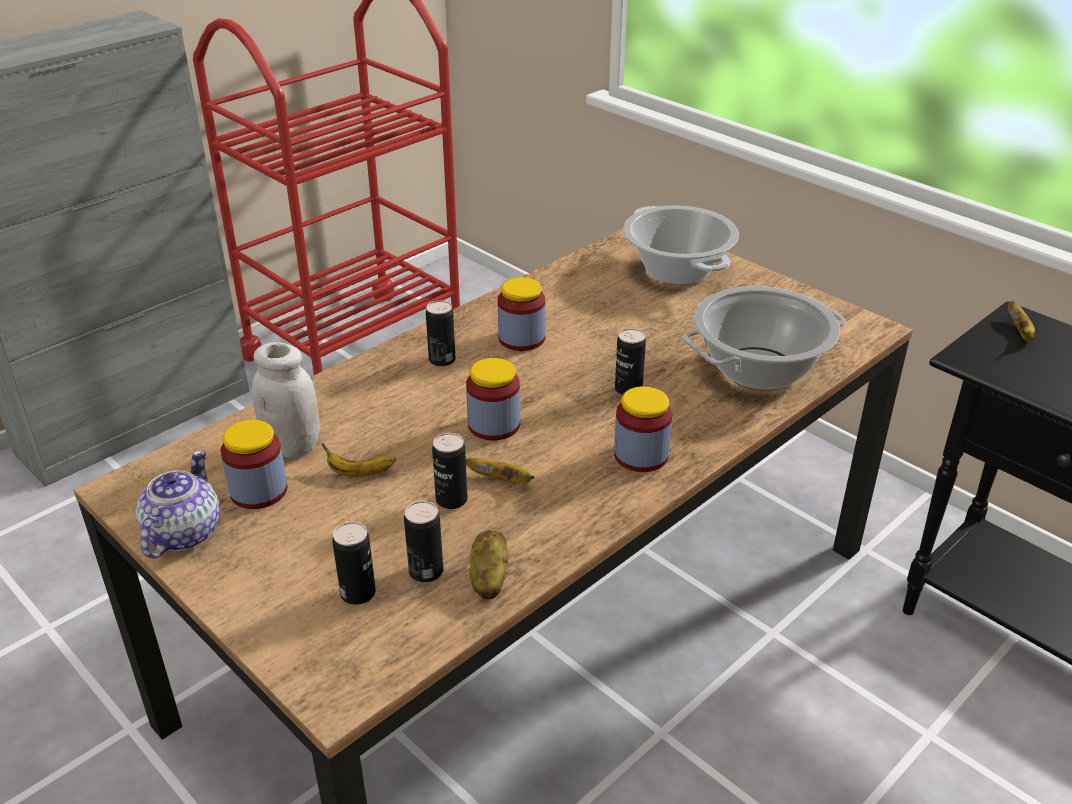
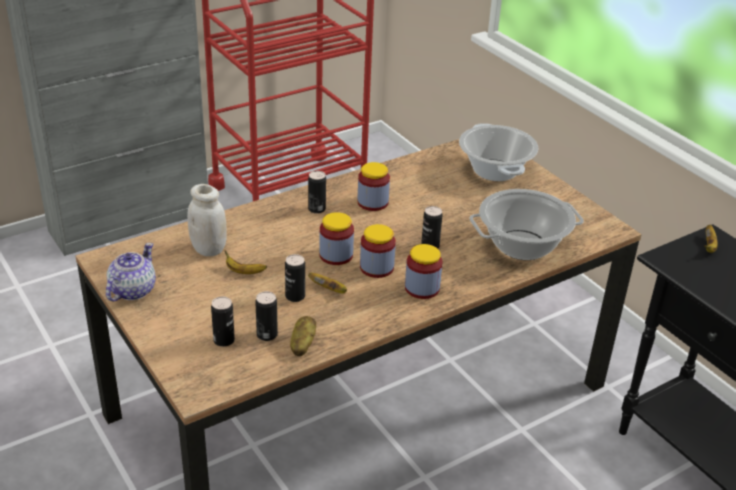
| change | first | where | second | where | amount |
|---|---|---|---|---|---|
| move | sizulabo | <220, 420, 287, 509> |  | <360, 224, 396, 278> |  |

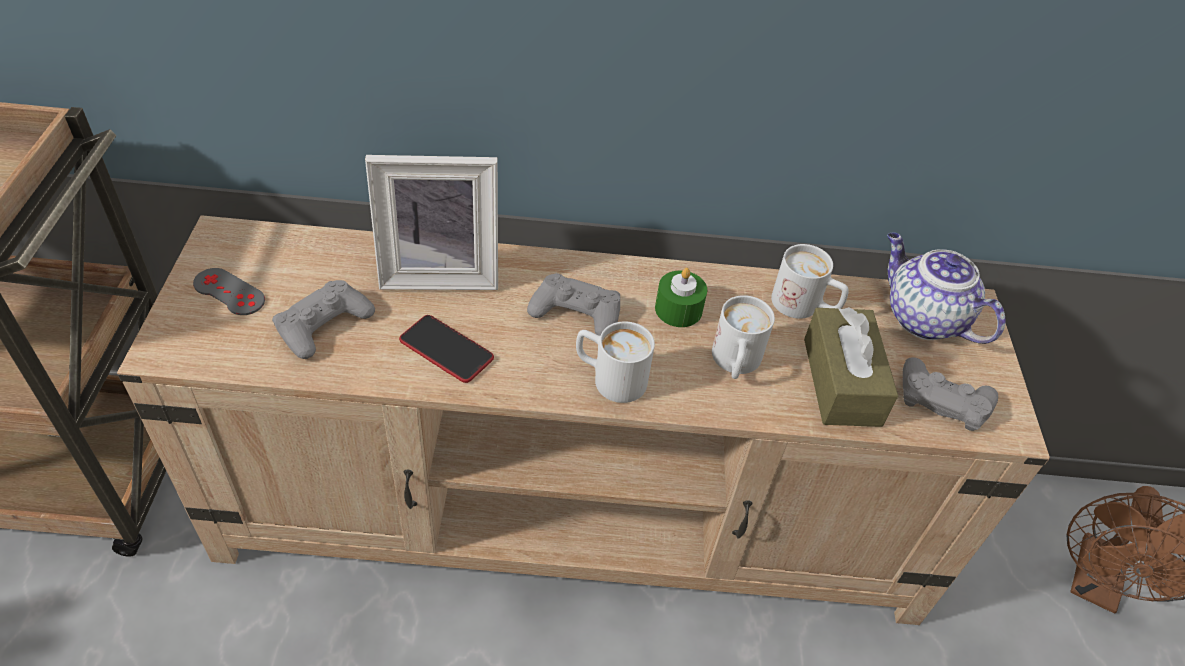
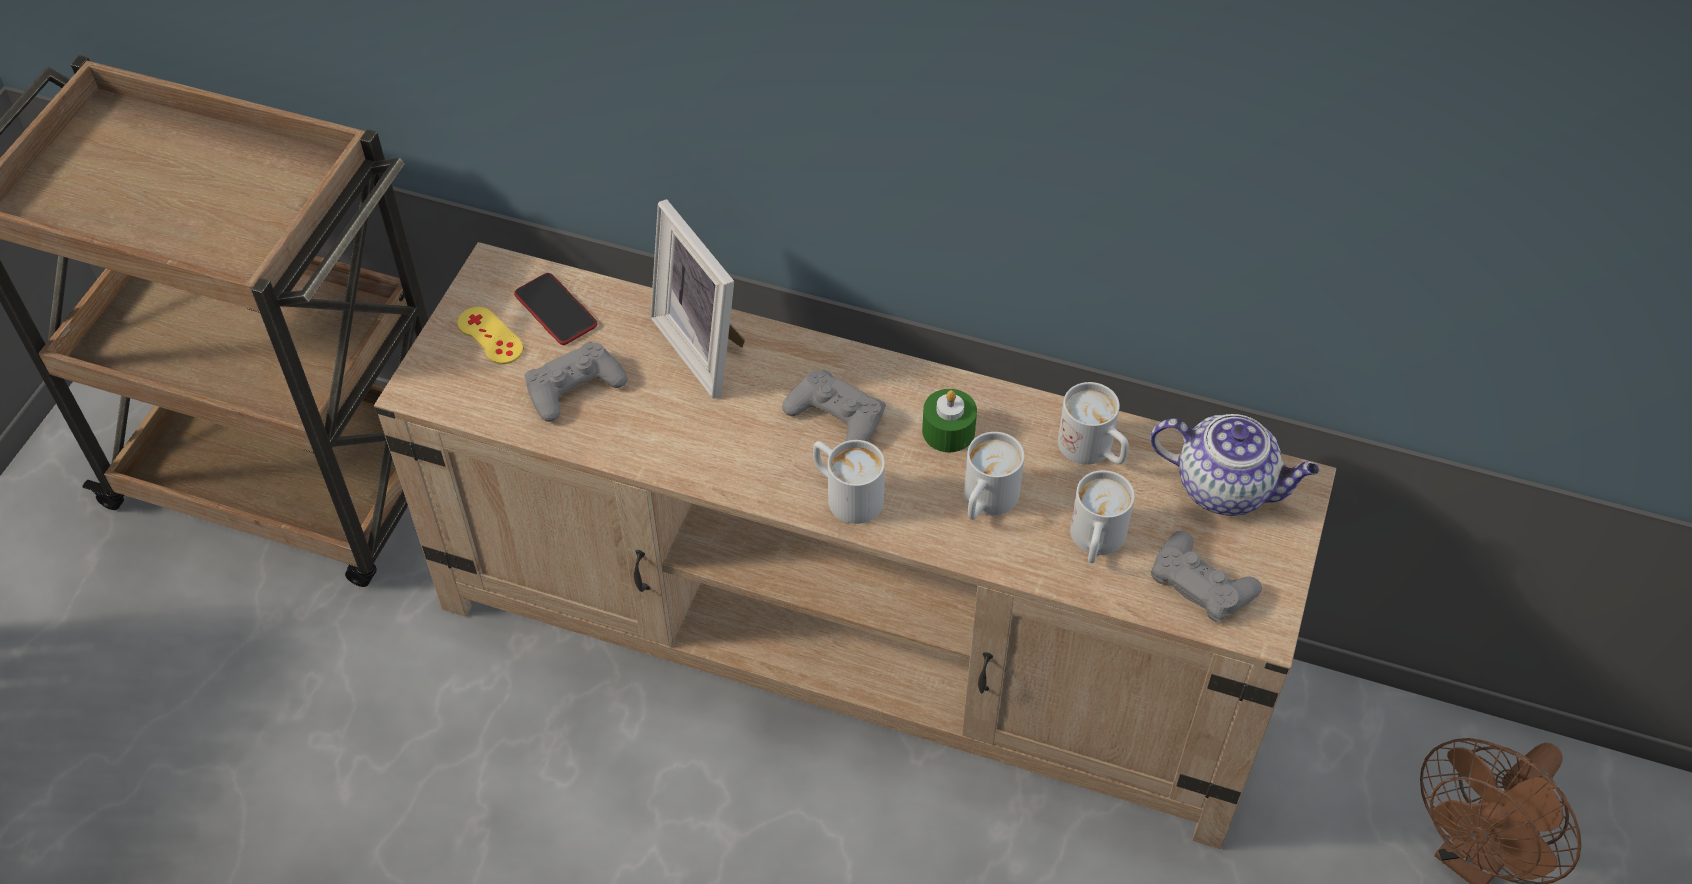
| change | first | where | second | where | amount |
|---|---|---|---|---|---|
| move | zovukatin | <399, 315, 494, 383> |  | <514, 273, 598, 345> |  |
| replace | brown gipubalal | <804, 307, 898, 427> | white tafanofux | <1070, 470, 1135, 563> |  |
| recolor | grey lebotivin | <193, 268, 265, 315> | yellow lebotivin | <457, 307, 524, 364> |  |
| rotate | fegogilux | <365, 155, 498, 290> |  | <651, 199, 745, 398> | 45 degrees clockwise |
| rotate | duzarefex | <887, 232, 1005, 344> |  | <1150, 414, 1320, 516> | 135 degrees clockwise |

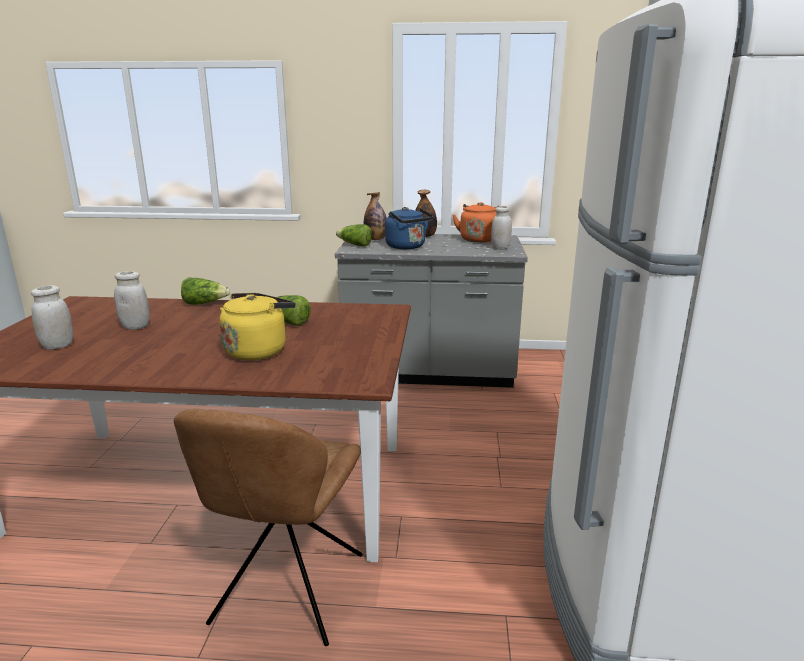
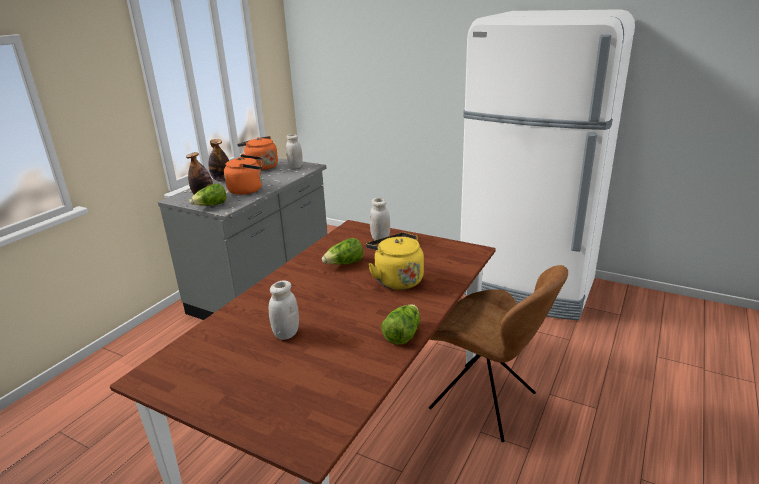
| change | first | where | second | where | amount |
|---|---|---|---|---|---|
| move | white sizulabo | <31, 285, 73, 350> |  | <370, 198, 390, 240> |  |
| move | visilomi | <181, 277, 230, 305> |  | <381, 304, 420, 345> |  |
| recolor | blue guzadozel | <385, 207, 433, 249> | orange guzadozel | <224, 155, 262, 195> |  |

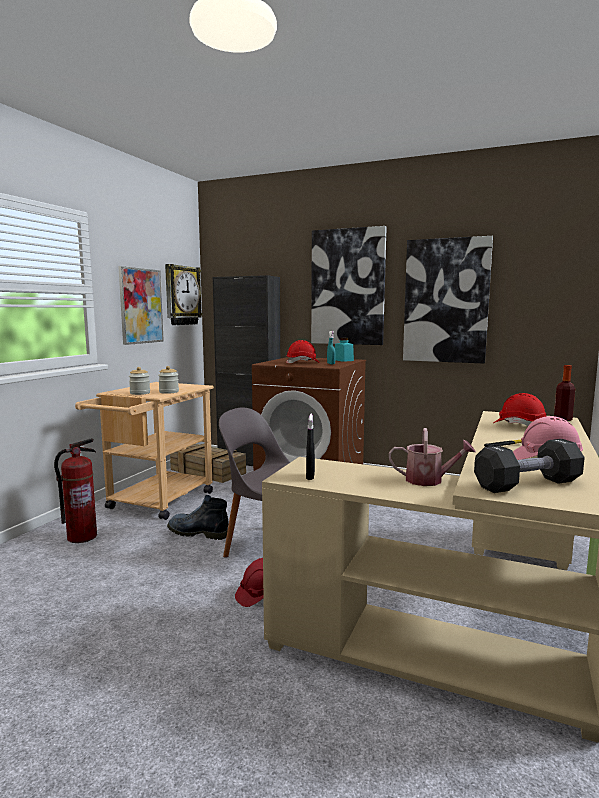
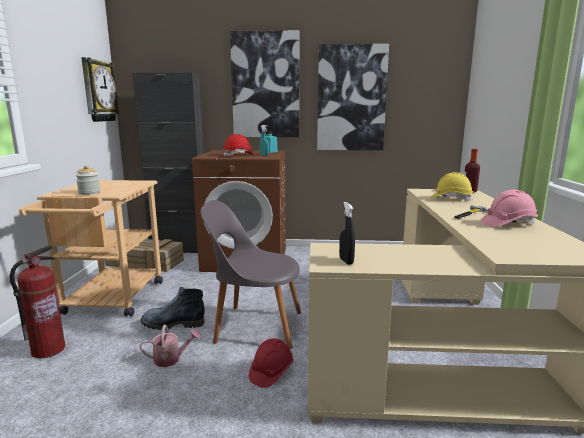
| change | first | where | second | where | amount |
|---|---|---|---|---|---|
| delete | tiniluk | <118, 266, 164, 345> |  |  |  |
| delete | sizulabo | <158, 366, 179, 394> |  |  |  |
| delete | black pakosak | <474, 439, 585, 493> |  |  |  |
| move | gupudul | <389, 428, 476, 486> |  | <140, 325, 200, 367> |  |
| recolor | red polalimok | <494, 393, 547, 426> | yellow polalimok | <430, 172, 473, 201> |  |

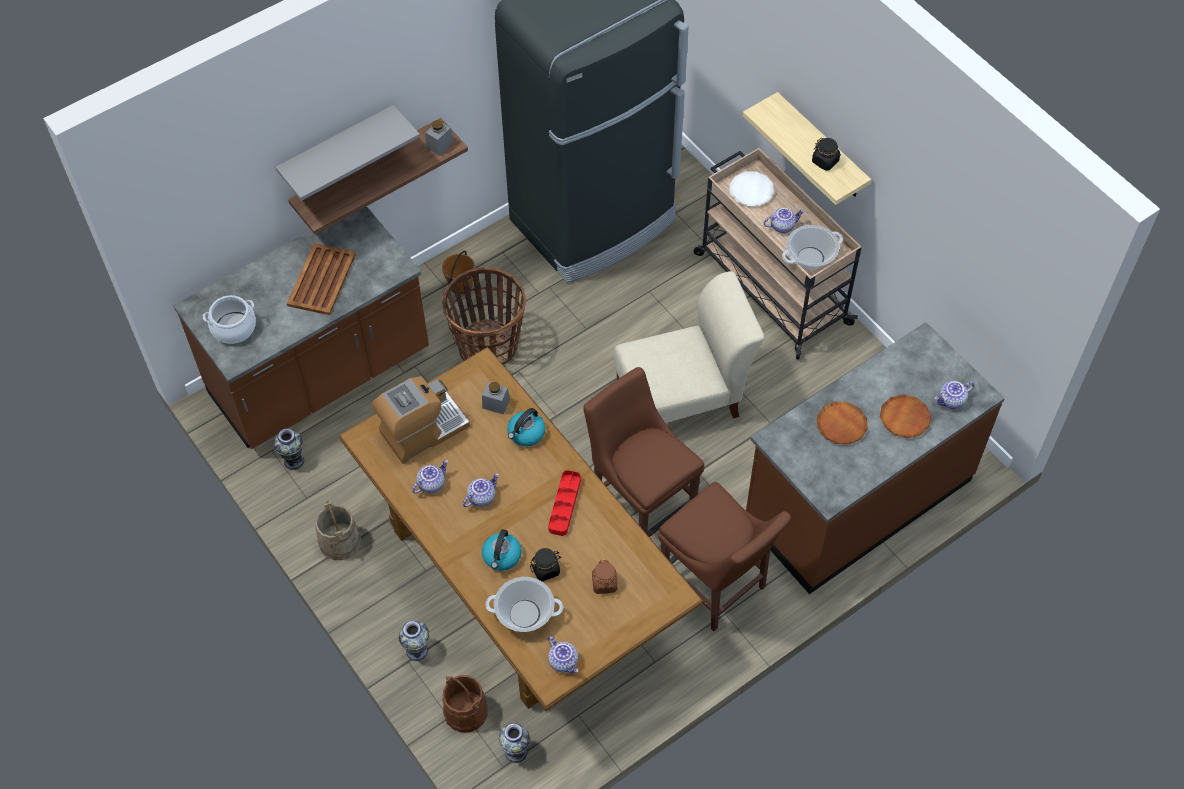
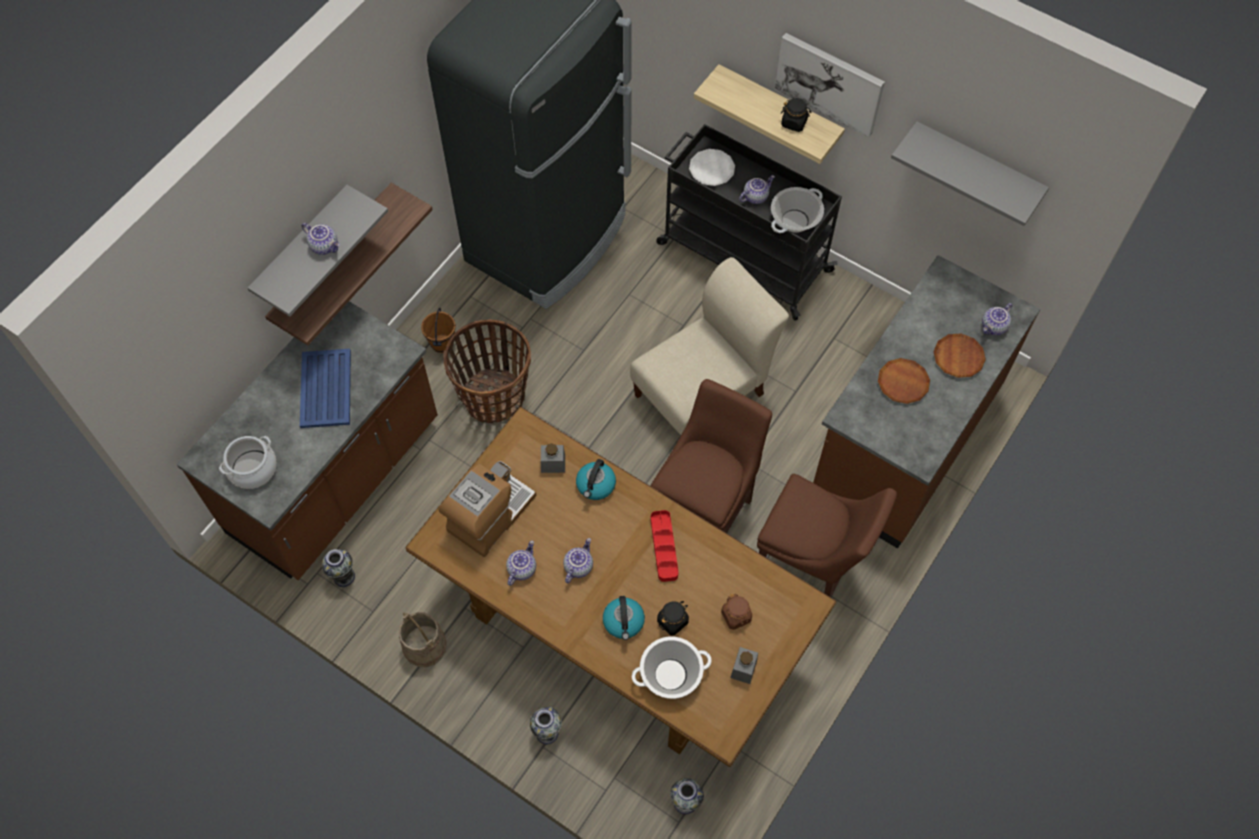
| change | first | where | second | where | amount |
|---|---|---|---|---|---|
| delete | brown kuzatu | <442, 675, 488, 732> |  |  |  |
| insert |  |  | tiniluk | <775, 33, 885, 137> |  |
| insert |  |  | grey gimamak | <891, 121, 1049, 226> |  |
| move | grey sizulabo | <425, 120, 454, 156> |  | <730, 647, 758, 684> |  |
| move | duzarefex | <548, 636, 578, 674> |  | <302, 223, 340, 255> |  |
| recolor | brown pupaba | <287, 243, 356, 315> | blue pupaba | <300, 349, 351, 428> |  |
| recolor | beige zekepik | <694, 148, 862, 359> | black zekepik | <656, 124, 842, 321> |  |
| rotate | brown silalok | <583, 367, 704, 537> |  | <651, 379, 772, 533> | 90 degrees clockwise |

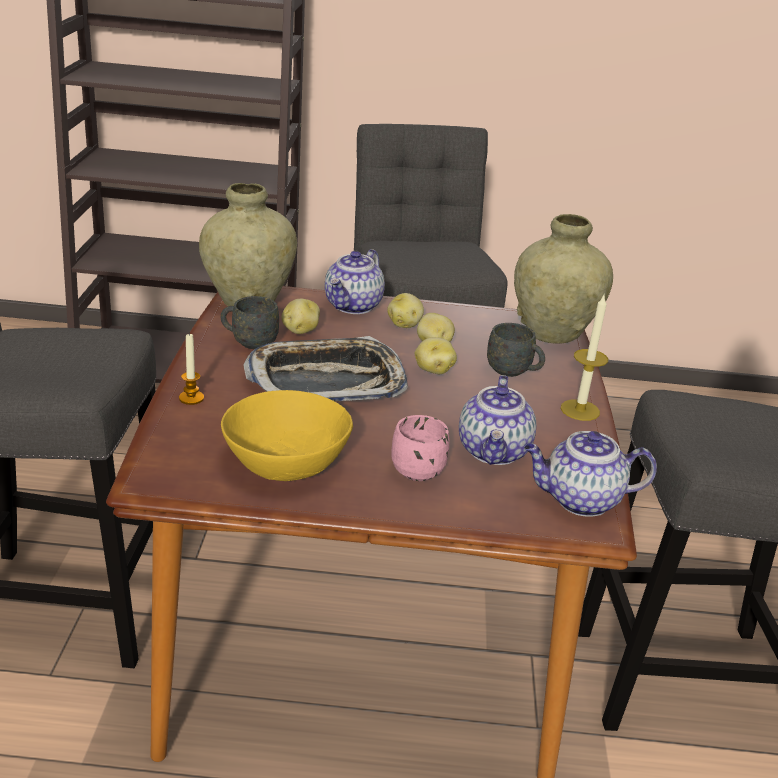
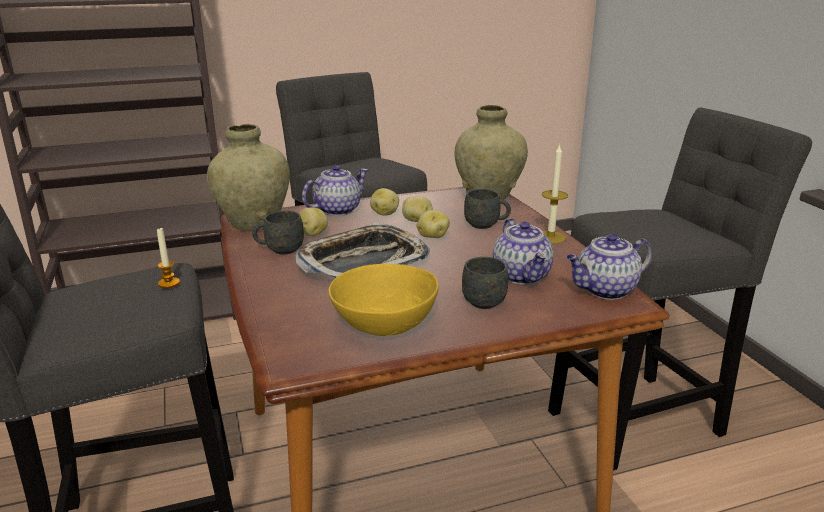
| change | first | where | second | where | amount |
|---|---|---|---|---|---|
| move | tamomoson | <179, 332, 204, 405> |  | <157, 227, 180, 288> |  |
| recolor | pink tafanofux | <391, 415, 449, 481> | grey tafanofux | <462, 257, 509, 309> |  |
| rotate | duzarefex | <325, 249, 385, 314> |  | <302, 165, 368, 216> | 135 degrees counterclockwise |

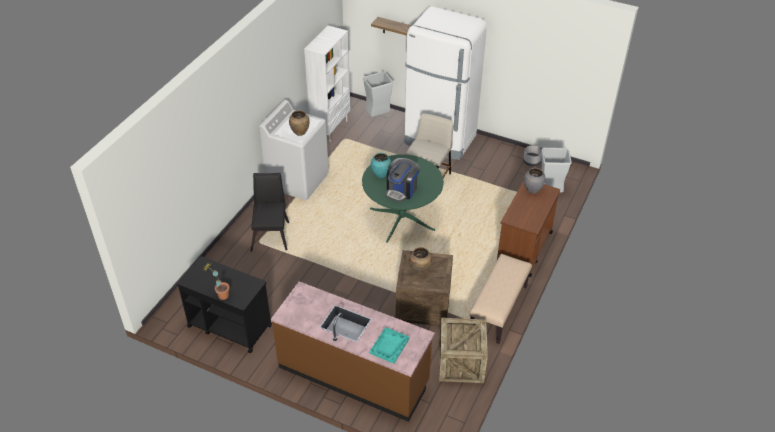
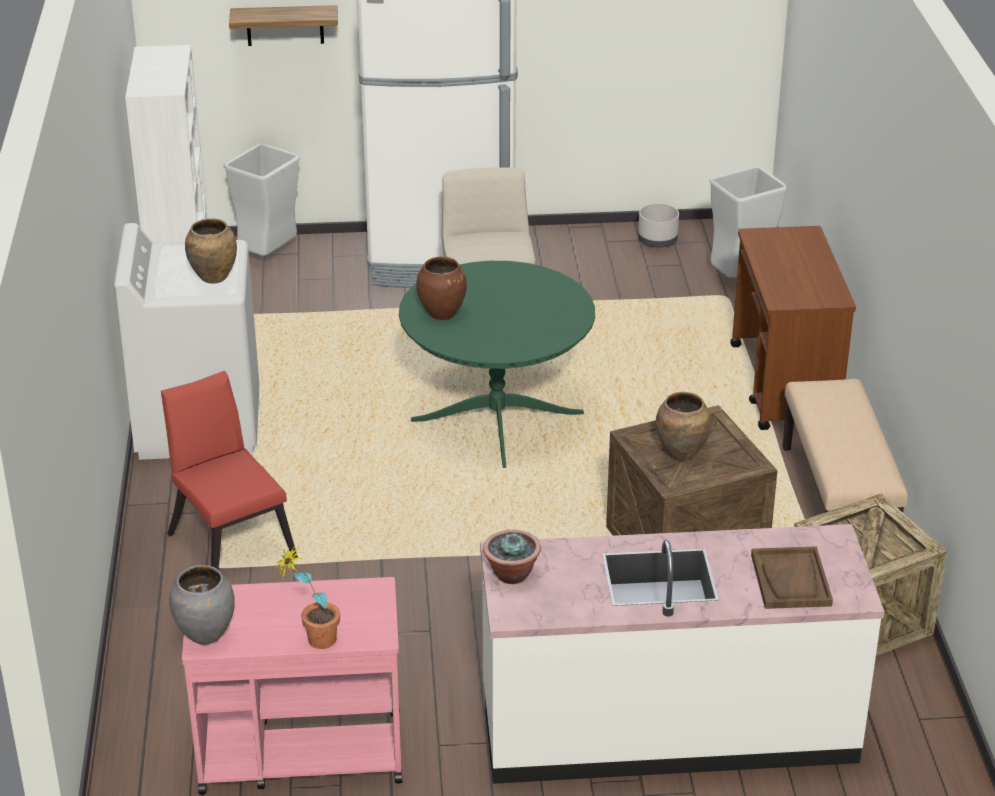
| change | first | where | second | where | amount |
|---|---|---|---|---|---|
| delete | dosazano | <386, 158, 420, 202> |  |  |  |
| insert |  |  | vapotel | <483, 530, 541, 584> |  |
| move | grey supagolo | <524, 168, 545, 194> |  | <169, 565, 235, 645> |  |
| recolor | black zekepik | <177, 256, 272, 353> | pink zekepik | <182, 577, 402, 795> |  |
| recolor | black silalok | <251, 173, 289, 251> | red silalok | <161, 370, 298, 570> |  |
| recolor | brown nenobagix | <271, 281, 435, 422> | white nenobagix | <480, 524, 885, 784> |  |
| recolor | turquoise pupaba | <370, 327, 410, 364> | brown pupaba | <751, 546, 833, 609> |  |
| recolor | turquoise supagolo | <371, 153, 391, 178> | brown supagolo | <416, 257, 467, 320> |  |

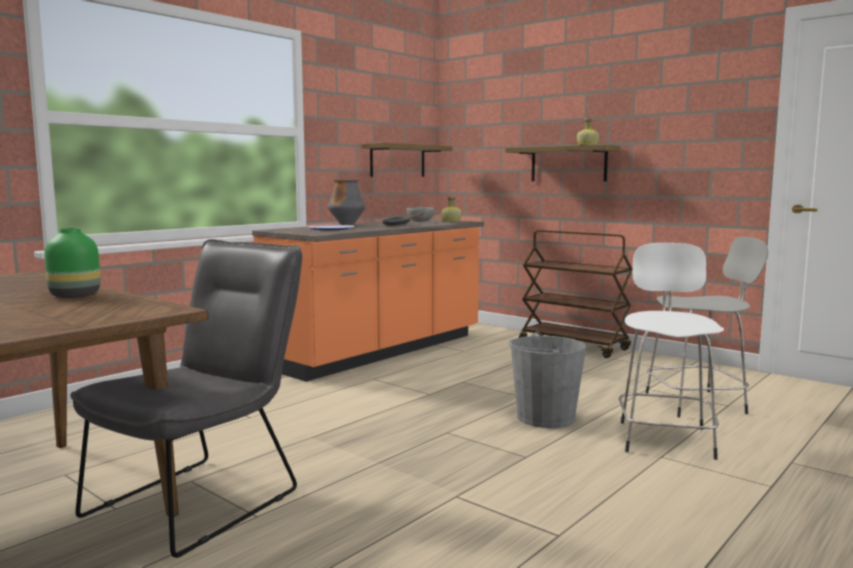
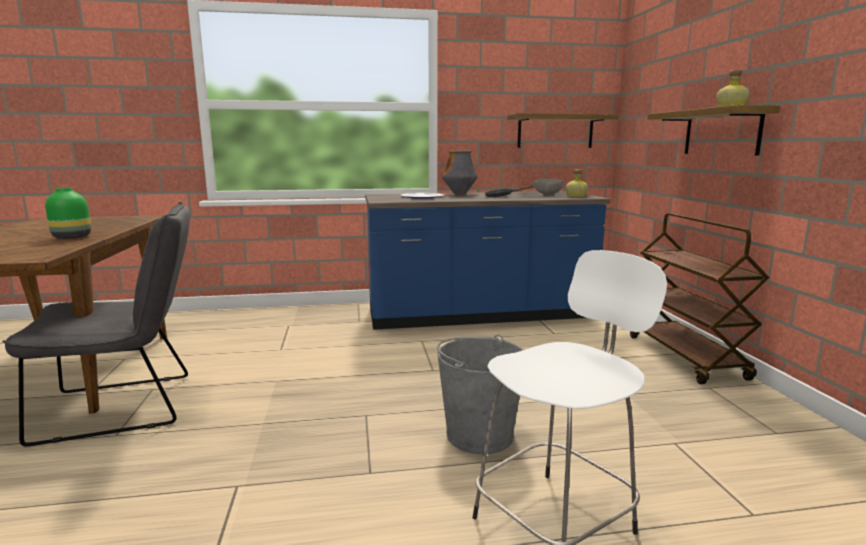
| change | first | where | second | where | amount |
|---|---|---|---|---|---|
| delete | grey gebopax | <646, 237, 768, 417> |  |  |  |
| recolor | orange nenobagix | <252, 219, 484, 382> | blue nenobagix | <365, 191, 611, 330> |  |

